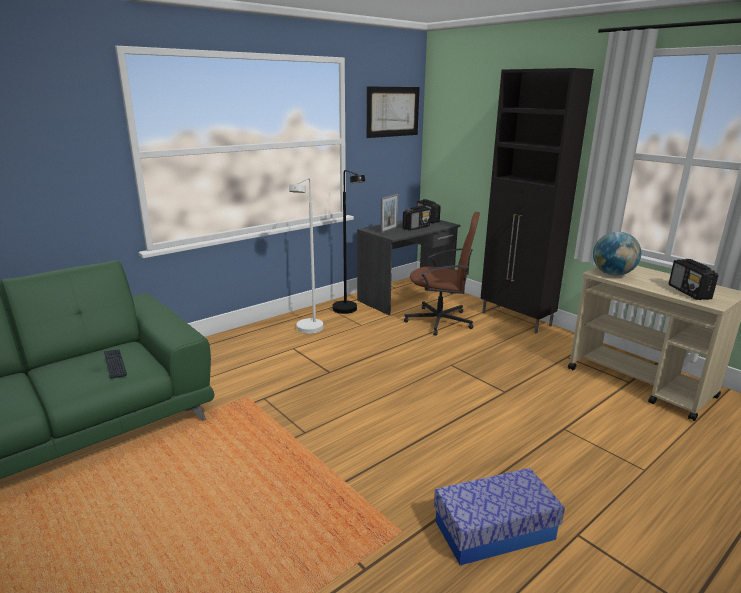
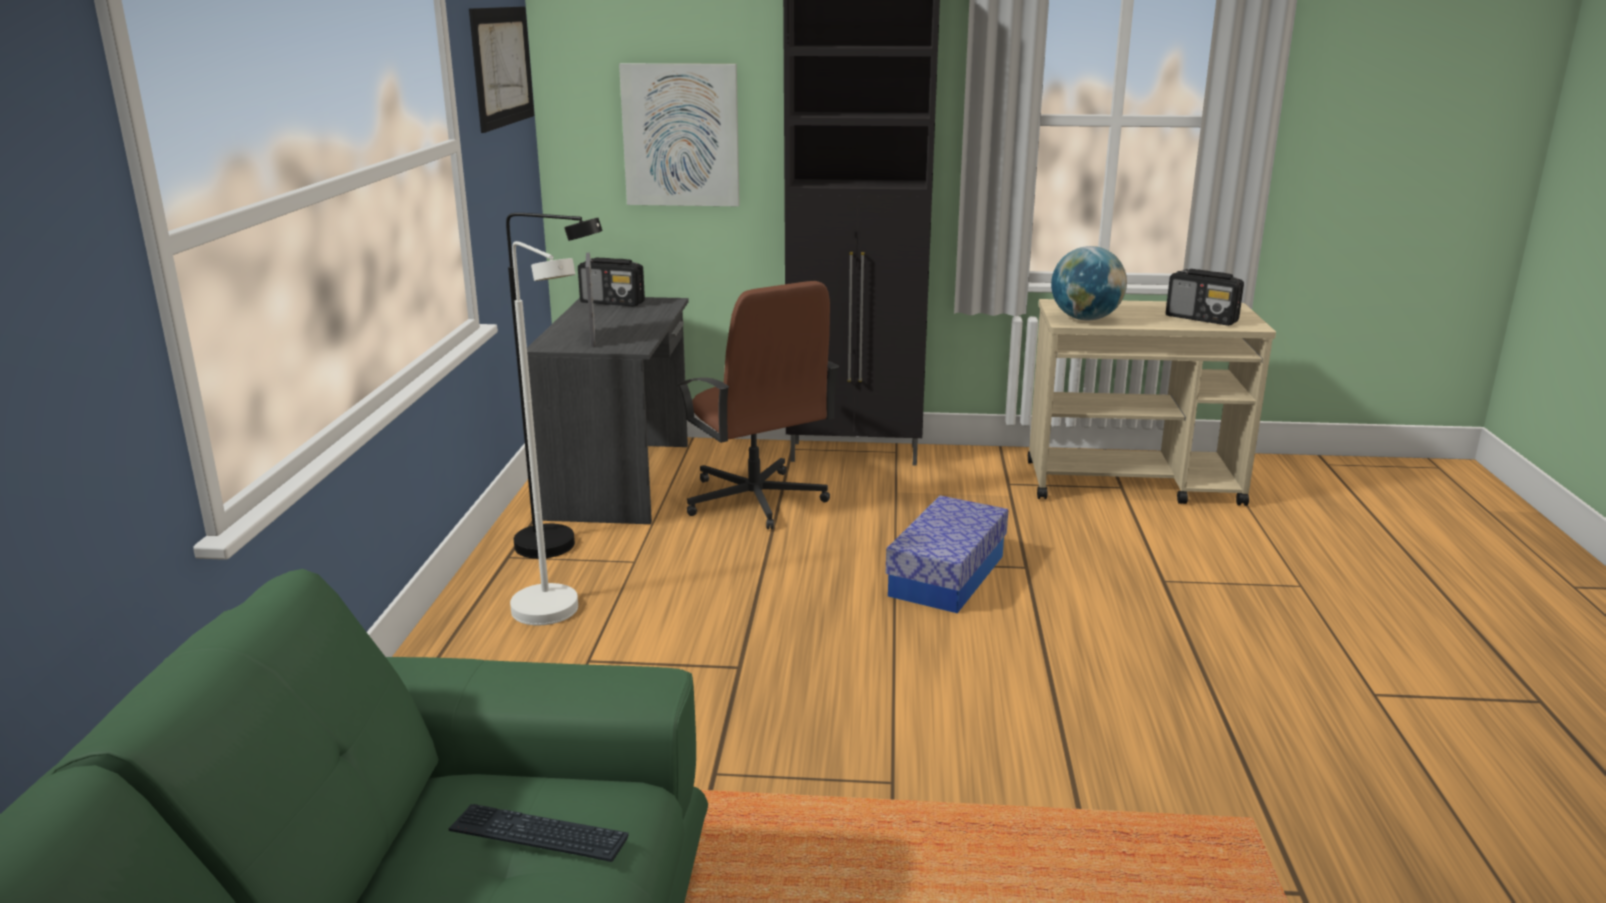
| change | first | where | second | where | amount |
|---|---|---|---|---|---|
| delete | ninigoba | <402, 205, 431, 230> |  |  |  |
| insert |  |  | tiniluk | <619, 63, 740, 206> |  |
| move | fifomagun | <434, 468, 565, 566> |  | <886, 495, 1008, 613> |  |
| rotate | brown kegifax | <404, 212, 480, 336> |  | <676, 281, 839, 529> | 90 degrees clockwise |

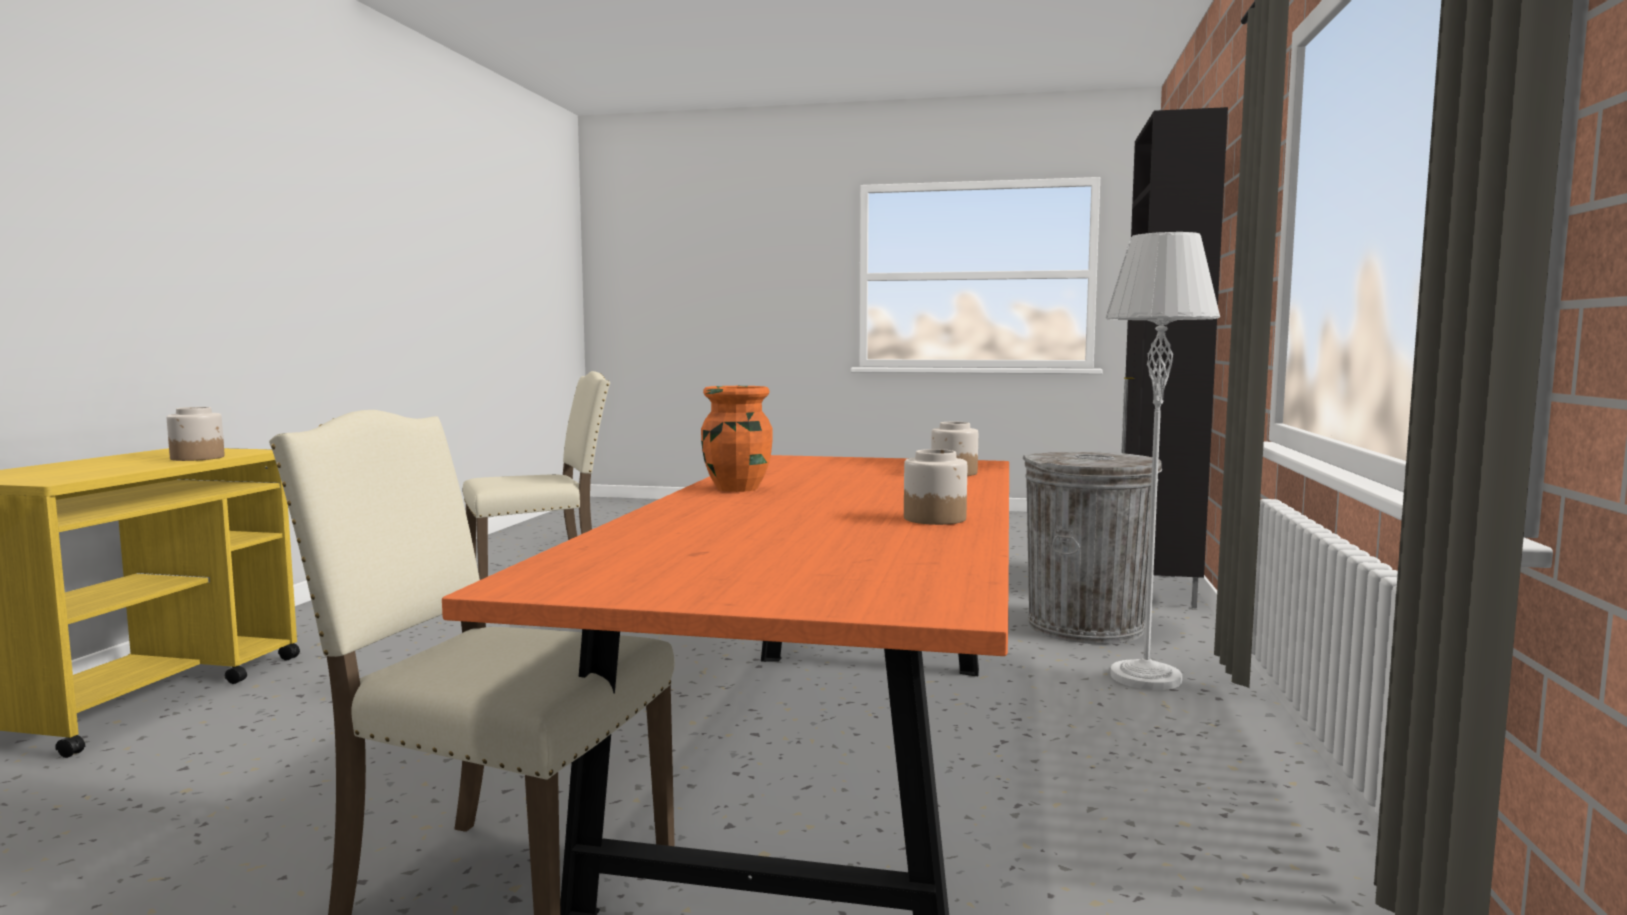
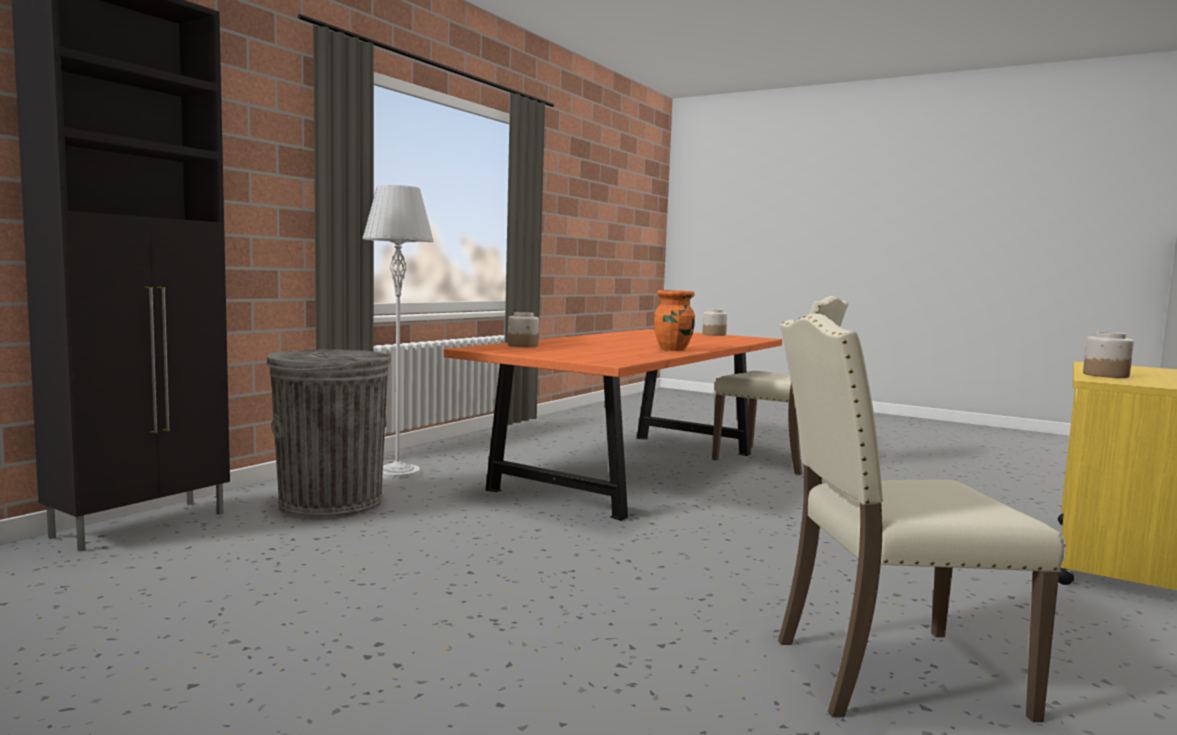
| change | first | where | second | where | amount |
|---|---|---|---|---|---|
| move | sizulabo | <904, 449, 967, 525> |  | <703, 309, 727, 336> |  |

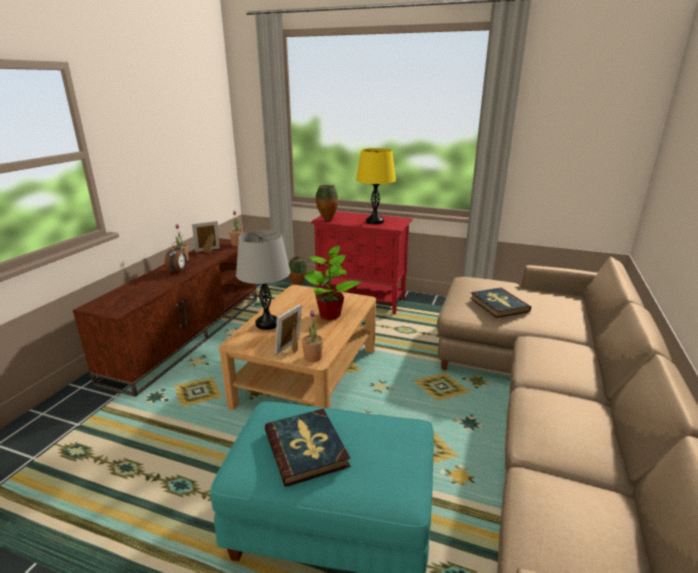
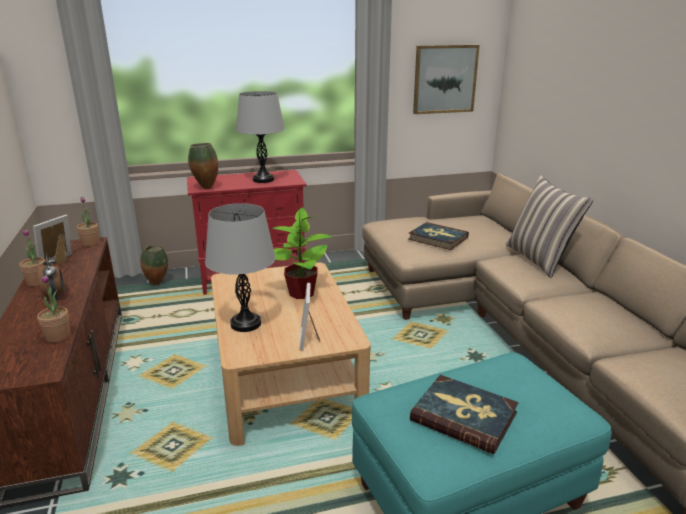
| change | first | where | second | where | amount |
|---|---|---|---|---|---|
| insert |  |  | tiniluk | <413, 45, 480, 114> |  |
| insert |  |  | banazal | <506, 175, 593, 278> |  |
| move | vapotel | <302, 310, 323, 362> |  | <37, 275, 70, 343> |  |
| recolor | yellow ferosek | <356, 148, 396, 224> | grey ferosek | <236, 91, 285, 183> |  |

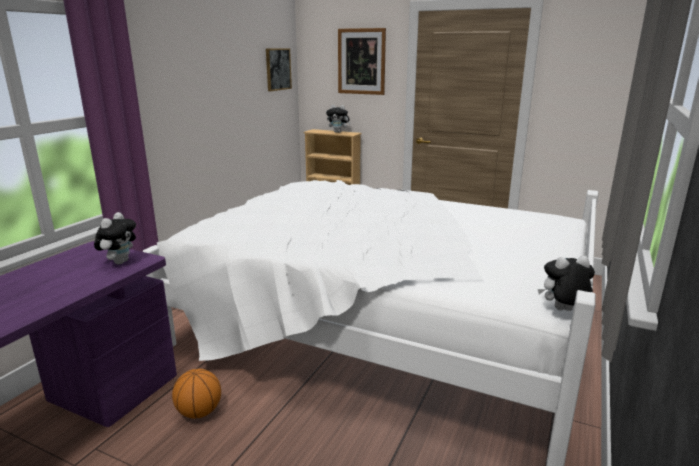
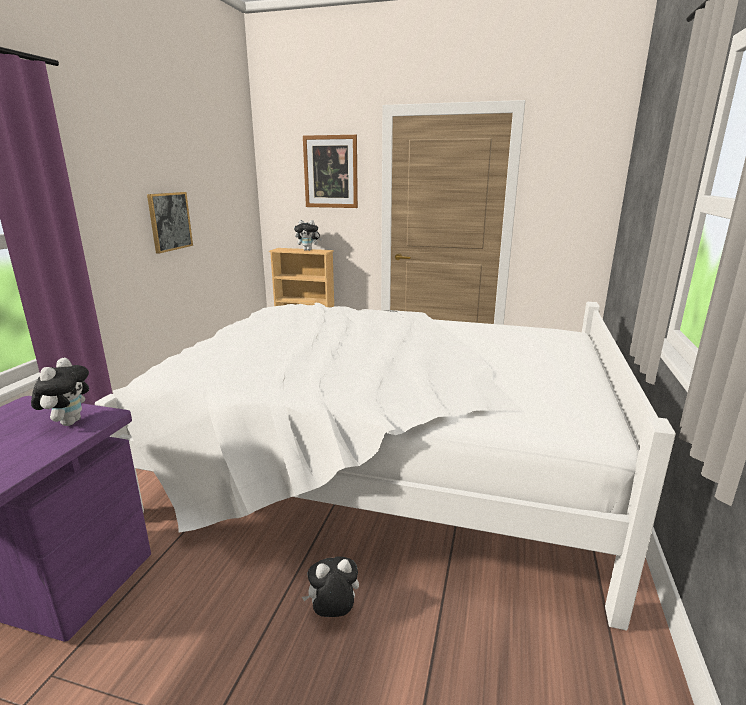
| change | first | where | second | where | amount |
|---|---|---|---|---|---|
| delete | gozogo | <172, 369, 221, 419> |  |  |  |
| move | tiniluk | <266, 48, 292, 91> |  | <147, 192, 193, 254> |  |
| move | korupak | <538, 256, 595, 311> |  | <302, 557, 359, 617> |  |

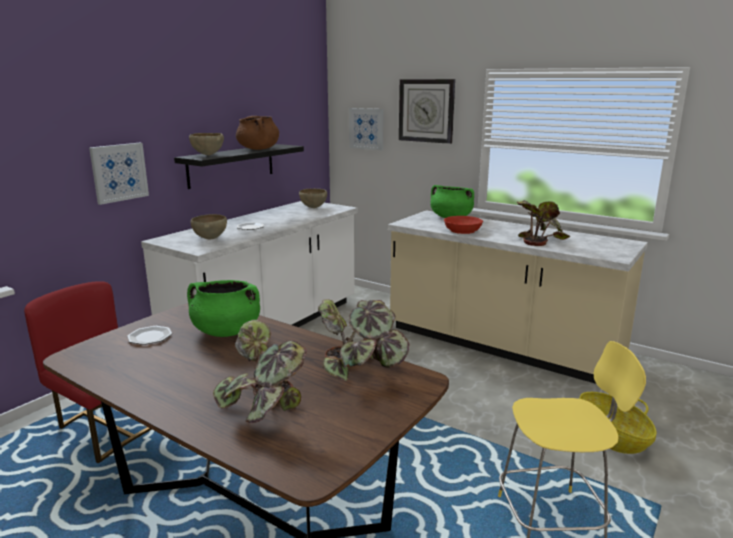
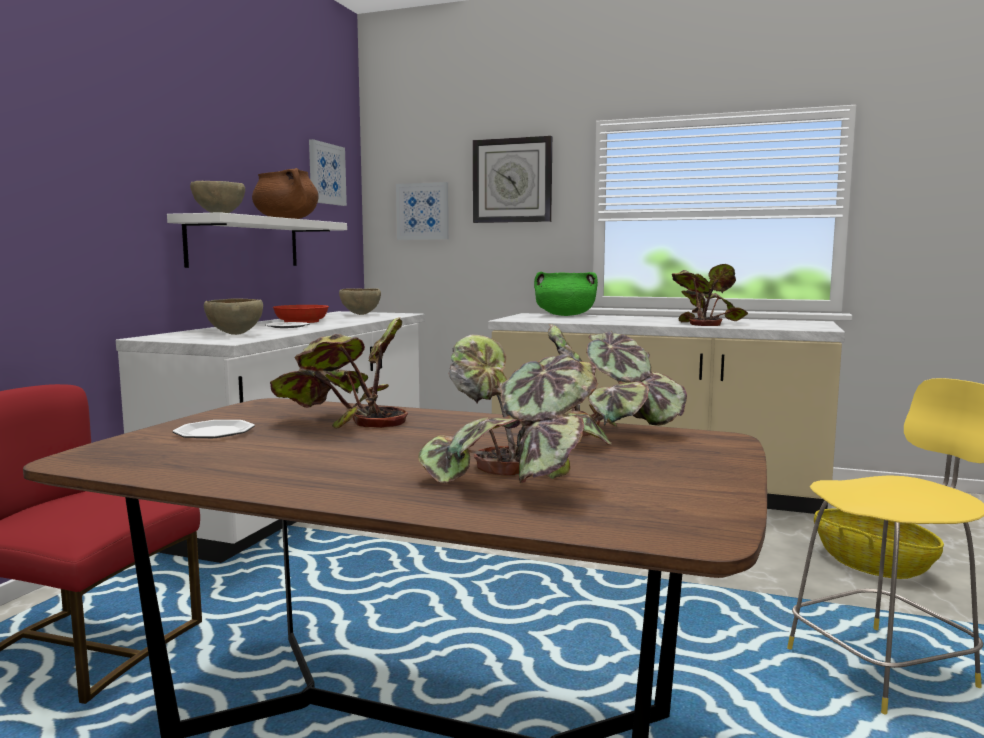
| change | first | where | second | where | amount |
|---|---|---|---|---|---|
| move | tiniluk | <89, 143, 149, 205> |  | <309, 139, 347, 206> |  |
| move | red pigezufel | <444, 216, 483, 234> |  | <273, 305, 329, 323> |  |
| replace | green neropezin | <187, 280, 260, 337> | vapotel | <270, 317, 408, 429> |  |
| recolor | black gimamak | <174, 144, 304, 189> | white gimamak | <167, 212, 347, 268> |  |

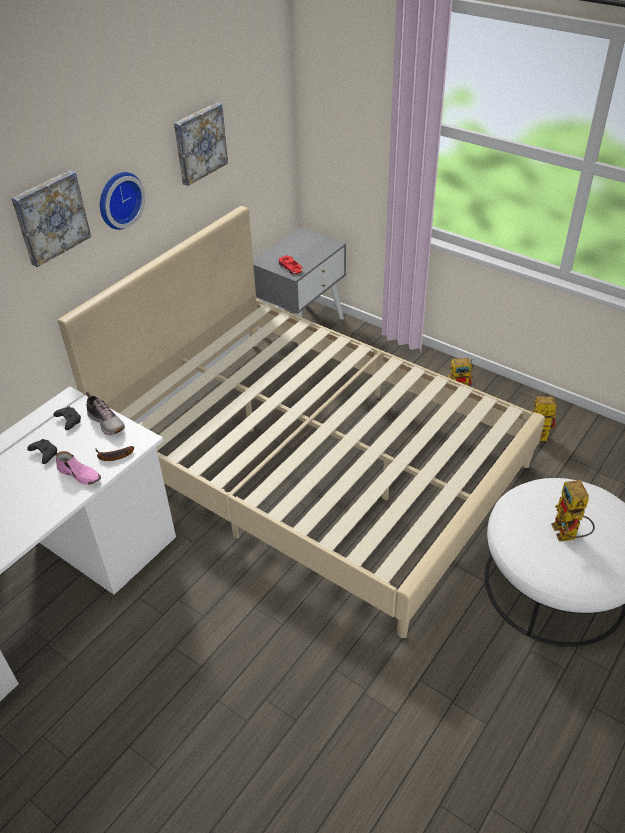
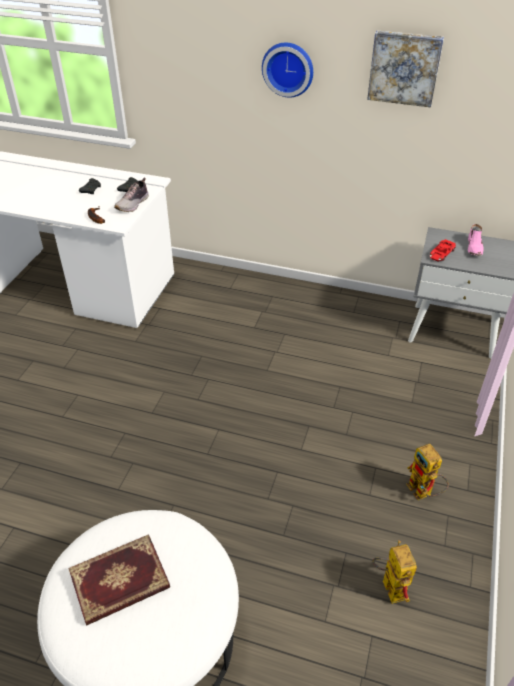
| change | first | where | second | where | amount |
|---|---|---|---|---|---|
| delete | tiniluk | <11, 170, 91, 267> |  |  |  |
| delete | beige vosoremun | <58, 206, 545, 638> |  |  |  |
| move | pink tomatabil | <56, 451, 101, 485> |  | <468, 224, 483, 256> |  |
| replace | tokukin | <551, 480, 595, 542> | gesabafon | <68, 534, 170, 626> |  |

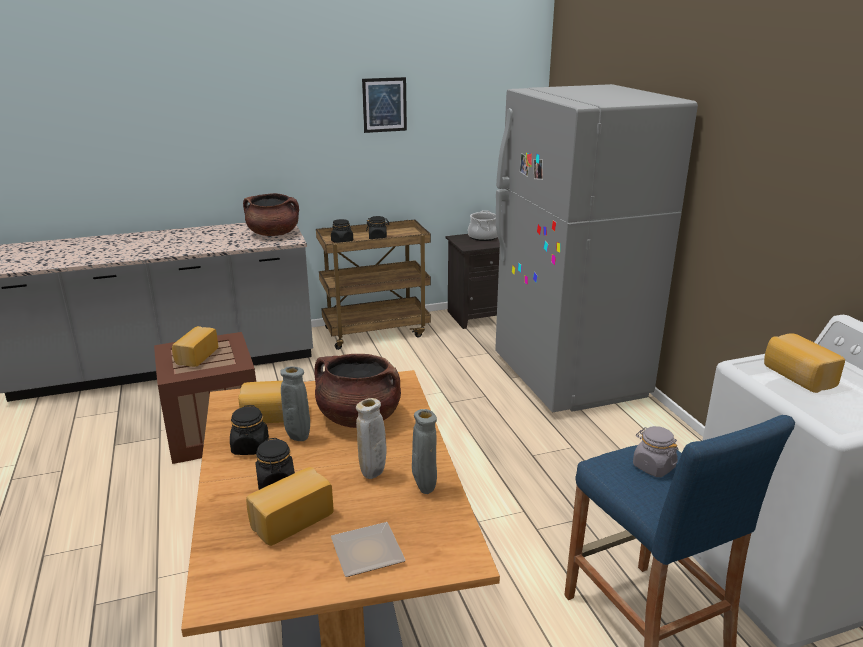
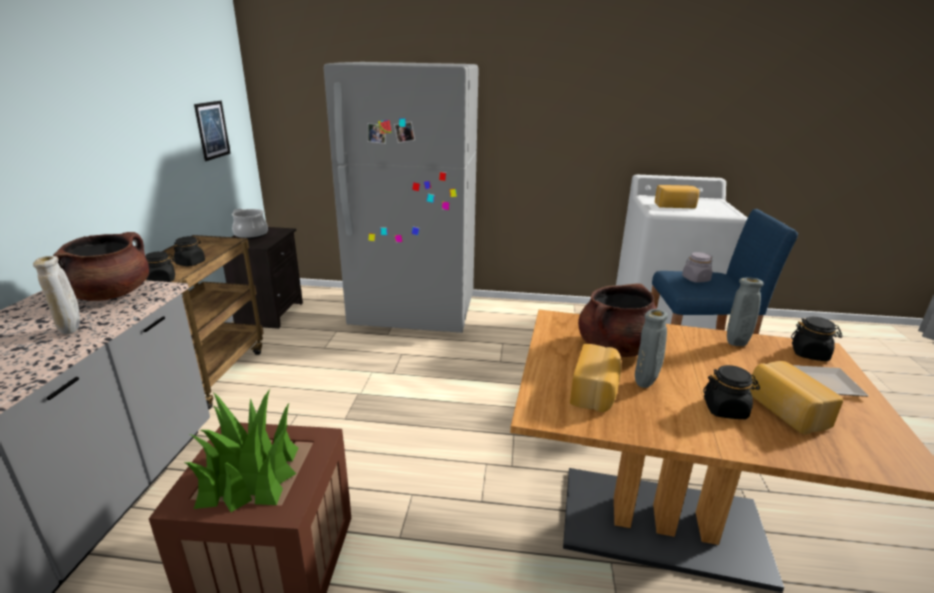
| change | first | where | second | where | amount |
|---|---|---|---|---|---|
| move | black sizulabo | <230, 405, 269, 455> |  | <791, 317, 843, 361> |  |
| move | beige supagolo | <356, 398, 386, 479> |  | <33, 256, 80, 335> |  |
| move | tiniluk | <362, 77, 407, 133> |  | <194, 101, 231, 161> |  |
| replace | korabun | <172, 326, 218, 367> | vapotel | <183, 389, 298, 512> |  |

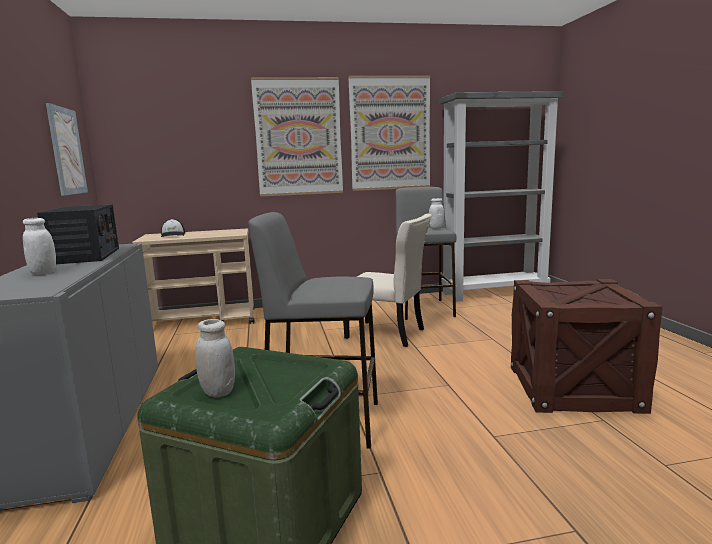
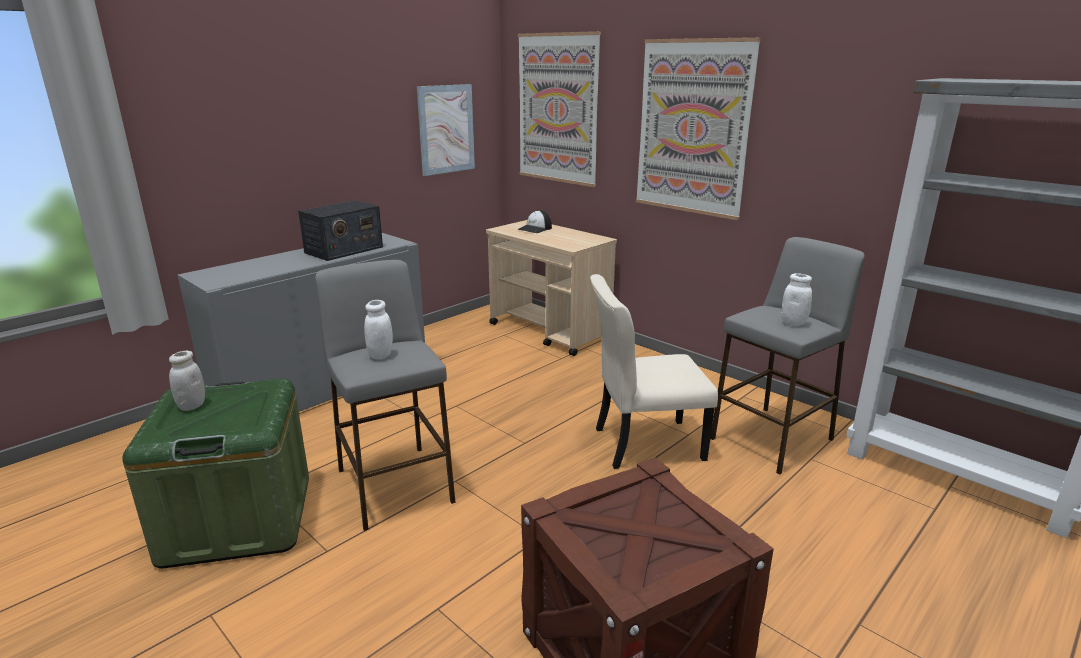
| change | first | where | second | where | amount |
|---|---|---|---|---|---|
| move | white sizulabo | <23, 218, 56, 275> |  | <364, 300, 393, 360> |  |
| move | tiniluk | <348, 76, 430, 191> |  | <518, 31, 601, 187> |  |
| rotate | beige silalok | <343, 214, 432, 347> |  | <590, 274, 718, 469> | 90 degrees clockwise |

